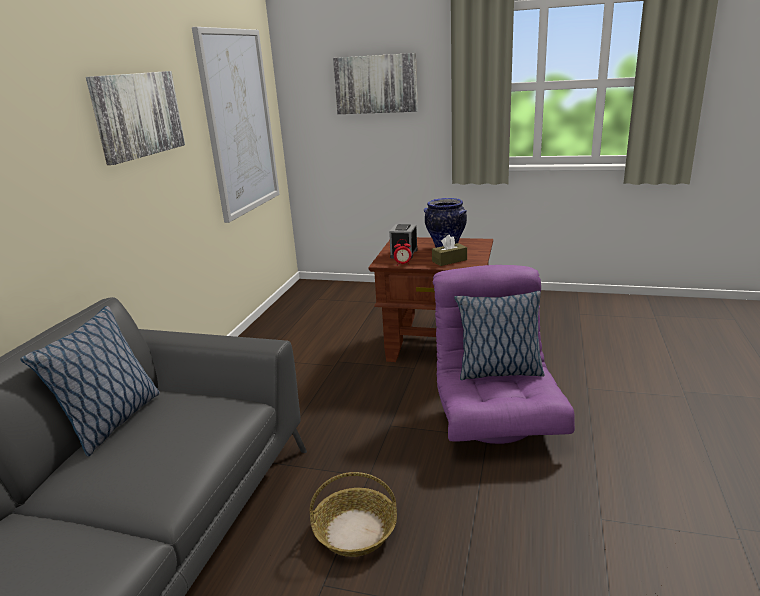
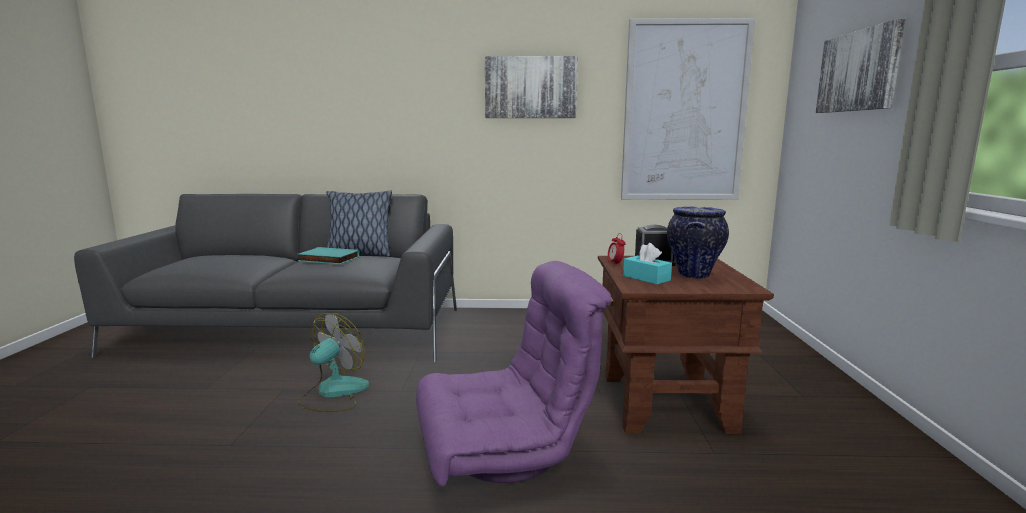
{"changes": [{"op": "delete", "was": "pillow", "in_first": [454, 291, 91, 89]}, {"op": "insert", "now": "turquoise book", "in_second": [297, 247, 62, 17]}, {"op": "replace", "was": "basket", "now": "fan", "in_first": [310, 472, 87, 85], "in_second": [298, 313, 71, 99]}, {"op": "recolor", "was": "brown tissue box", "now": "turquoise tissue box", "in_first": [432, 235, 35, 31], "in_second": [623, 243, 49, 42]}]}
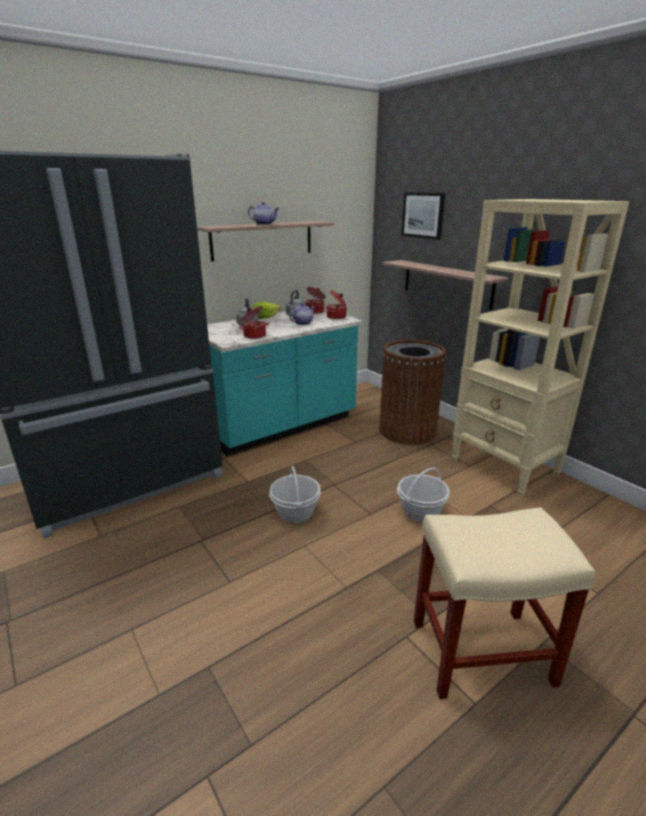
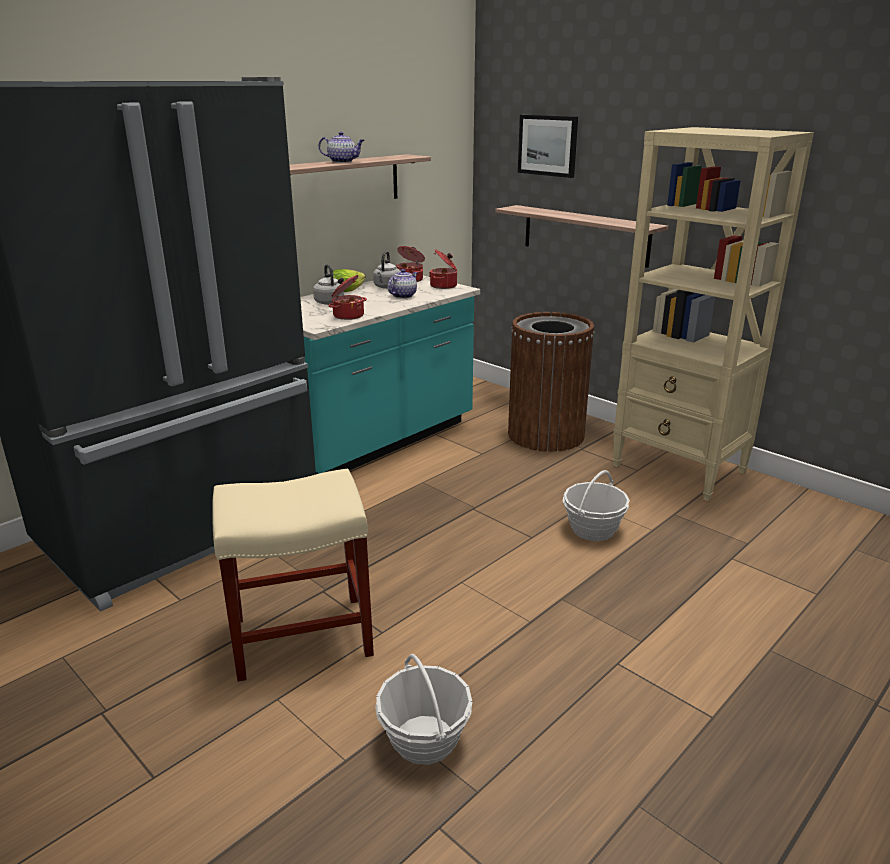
{"changes": [{"op": "move", "was": "basket", "in_first": [269, 466, 51, 57], "in_second": [375, 654, 97, 111]}, {"op": "move", "was": "beige stool", "in_first": [414, 507, 181, 192], "in_second": [212, 469, 162, 213]}]}
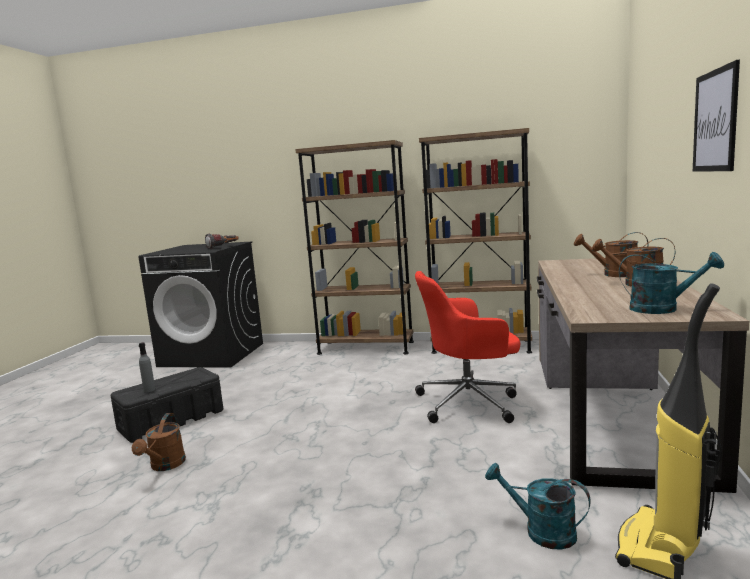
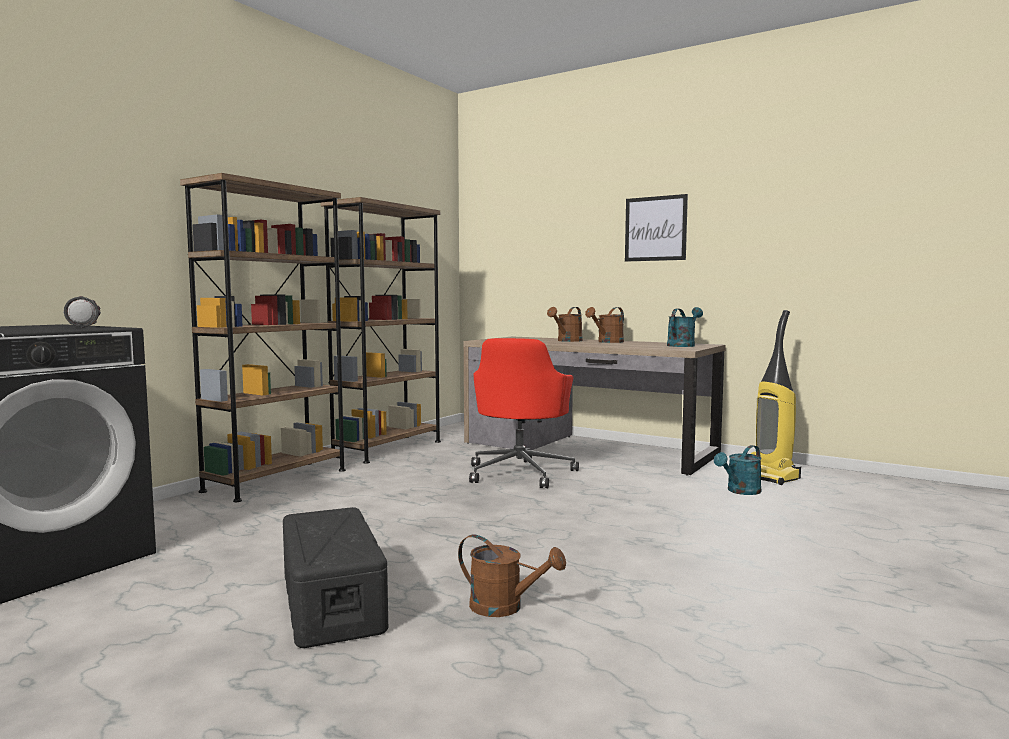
{"changes": [{"op": "delete", "was": "grey bottle", "in_first": [139, 343, 16, 49]}]}
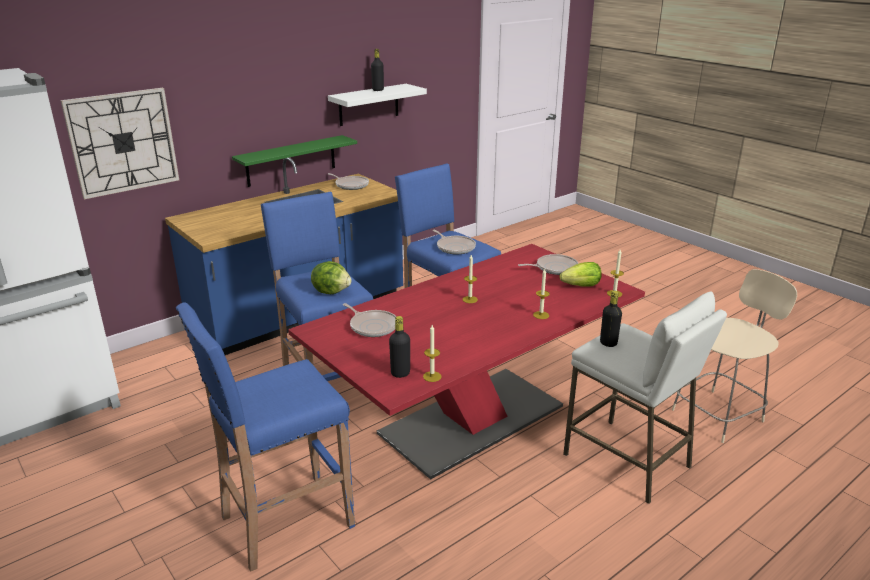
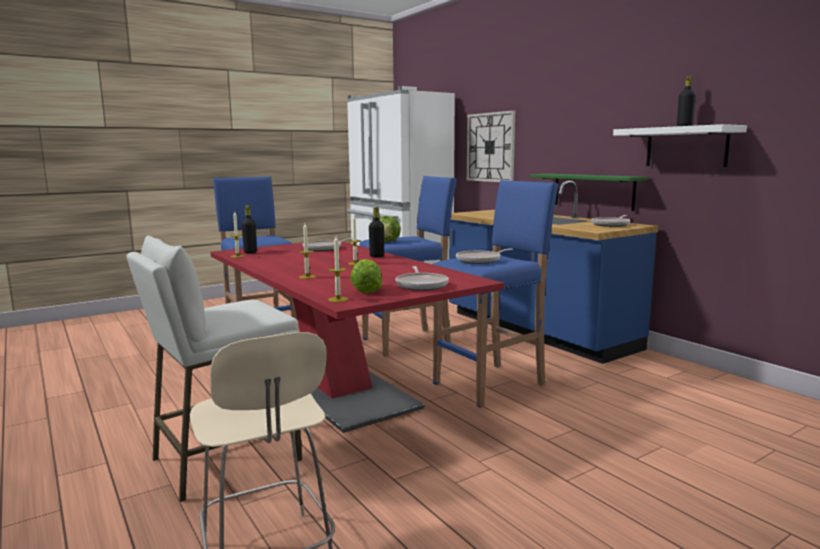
{"changes": [{"op": "move", "was": "black bottle", "in_first": [600, 291, 22, 56], "in_second": [369, 207, 15, 50]}]}
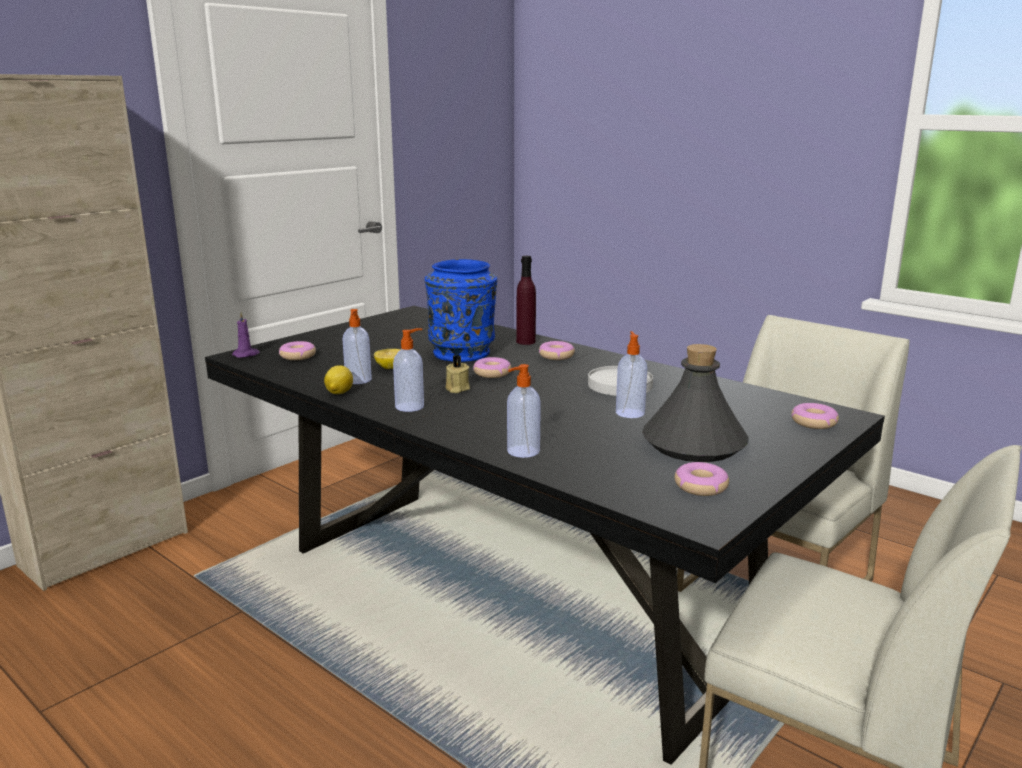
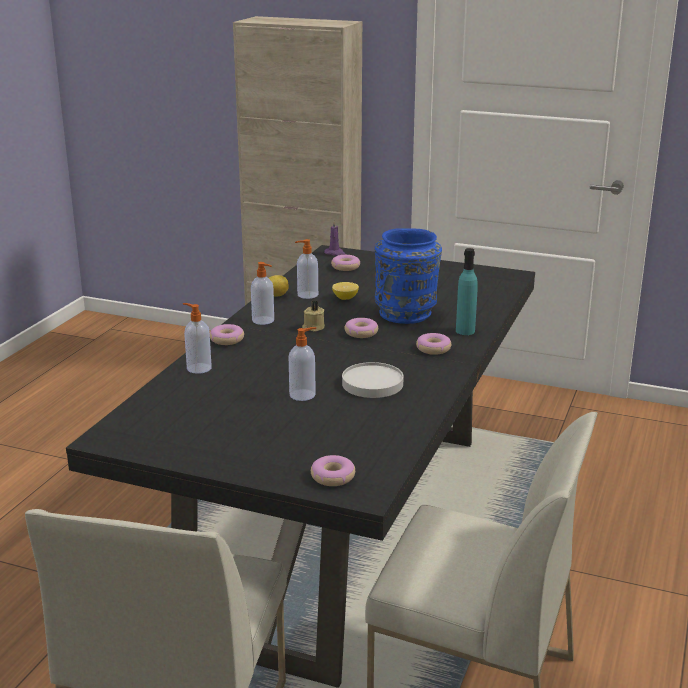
{"changes": [{"op": "delete", "was": "grey bottle", "in_first": [642, 344, 107, 118]}, {"op": "move", "was": "donut", "in_first": [675, 462, 54, 34], "in_second": [210, 324, 34, 21]}, {"op": "recolor", "was": "purple bottle", "now": "turquoise bottle", "in_first": [516, 256, 20, 89], "in_second": [456, 248, 22, 87]}]}
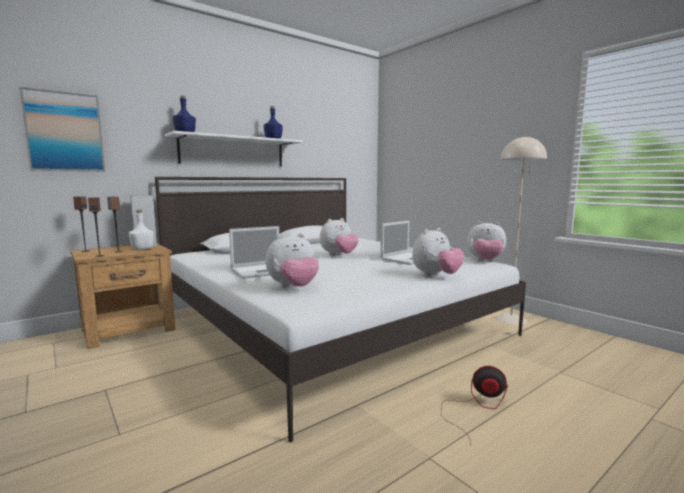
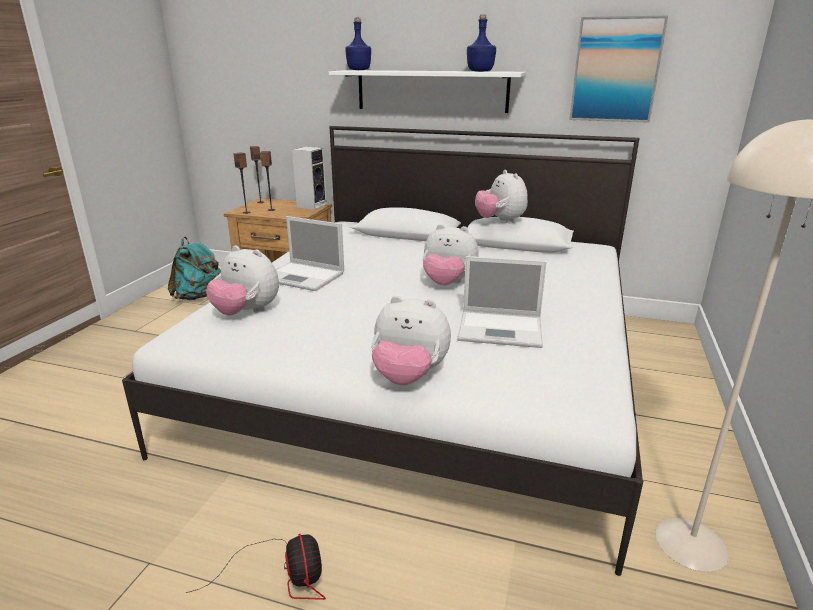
{"changes": [{"op": "delete", "was": "white bottle", "in_first": [129, 210, 25, 40]}, {"op": "insert", "now": "turquoise backpack", "in_second": [168, 237, 53, 63]}, {"op": "move", "was": "picture", "in_first": [19, 87, 86, 84], "in_second": [569, 16, 99, 107]}, {"op": "move", "was": "plush toy", "in_first": [467, 221, 39, 40], "in_second": [475, 170, 53, 53]}]}
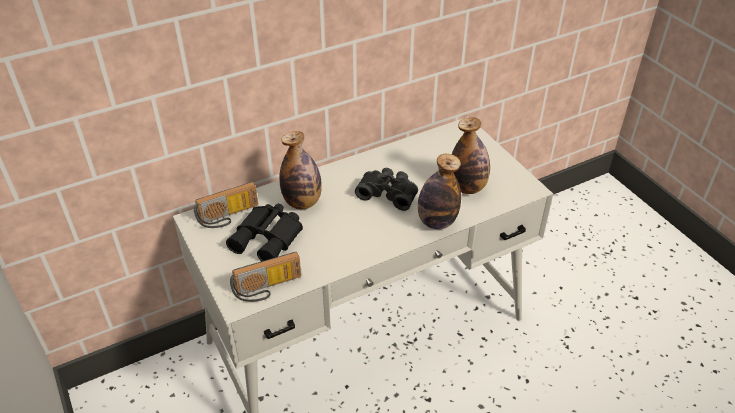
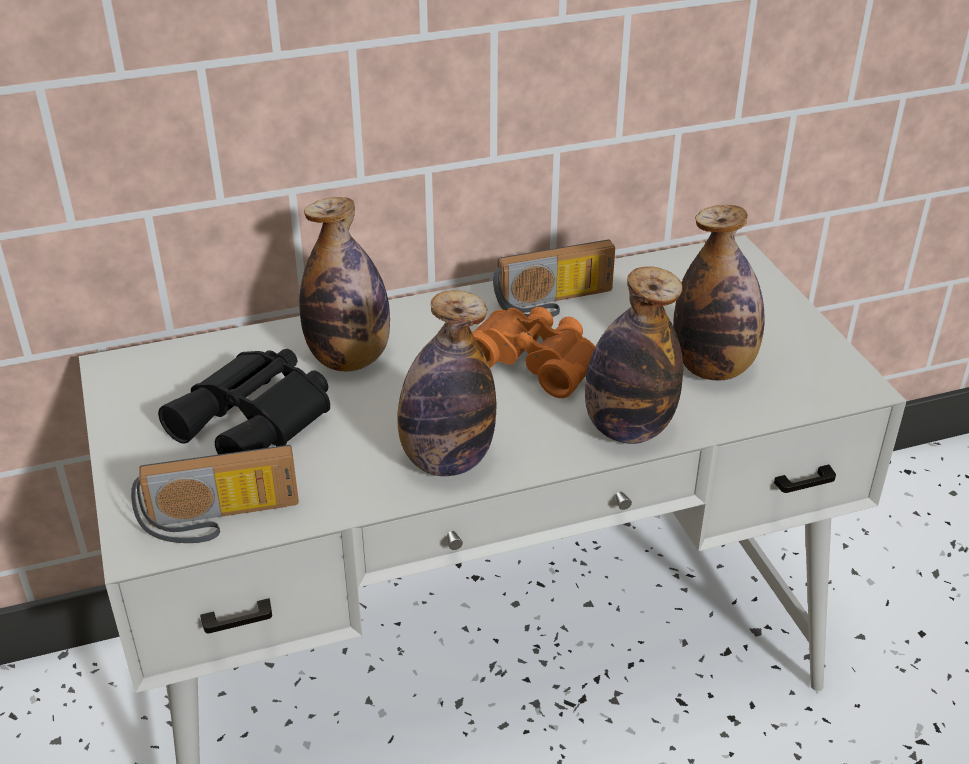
{"changes": [{"op": "insert", "now": "bottle", "in_second": [397, 290, 99, 186]}, {"op": "move", "was": "radio", "in_first": [194, 182, 64, 46], "in_second": [493, 240, 122, 77]}, {"op": "recolor", "was": "black binoculars", "now": "orange binoculars", "in_first": [355, 168, 63, 43], "in_second": [472, 307, 123, 91]}]}
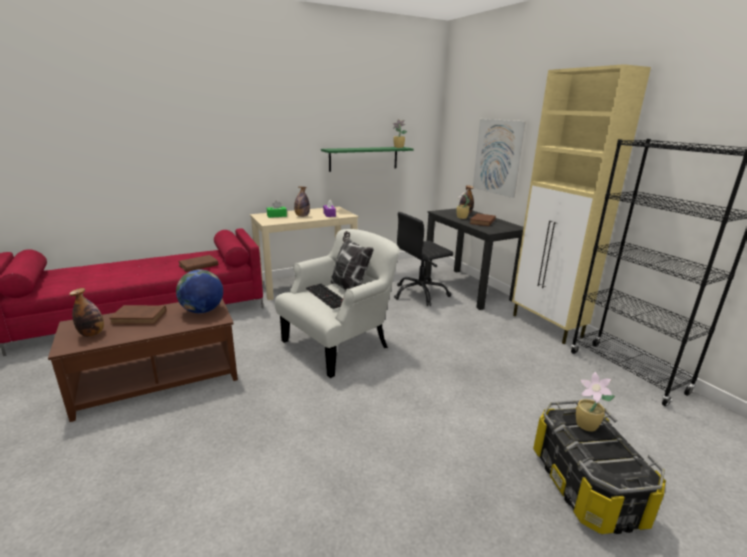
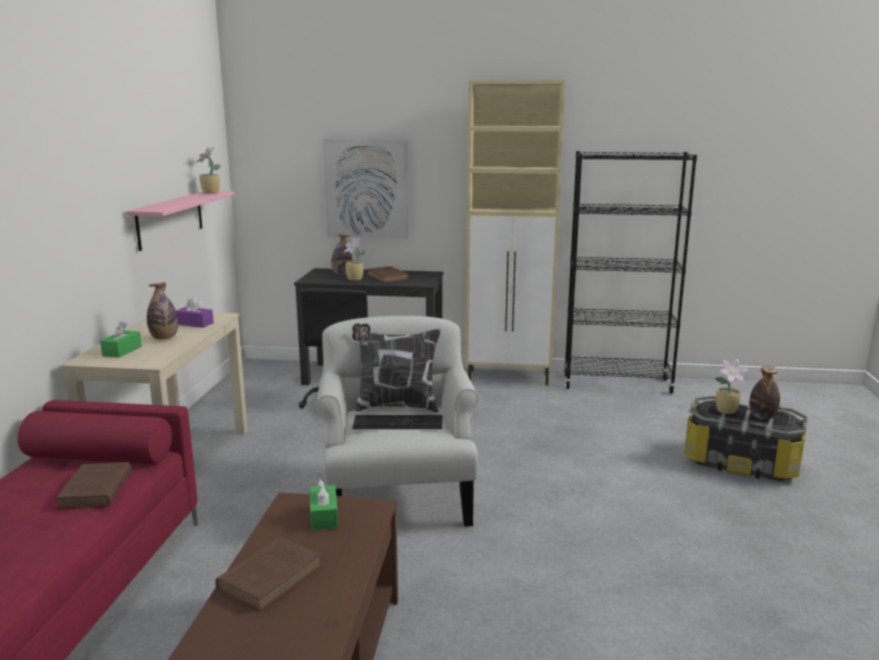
{"changes": [{"op": "move", "was": "bottle", "in_first": [69, 288, 35, 49], "in_second": [749, 365, 31, 55]}, {"op": "replace", "was": "globe", "now": "green tissue box", "in_first": [176, 270, 47, 43], "in_second": [310, 479, 28, 51]}, {"op": "recolor", "was": "green shelf", "now": "pink shelf", "in_first": [321, 147, 93, 25], "in_second": [126, 191, 108, 60]}]}
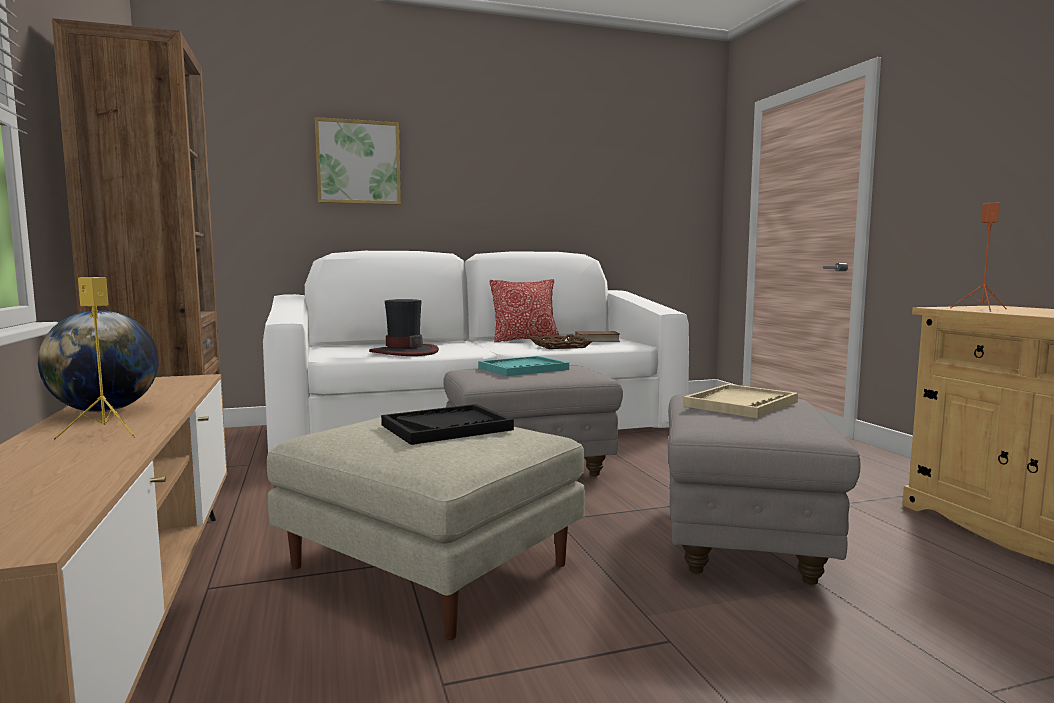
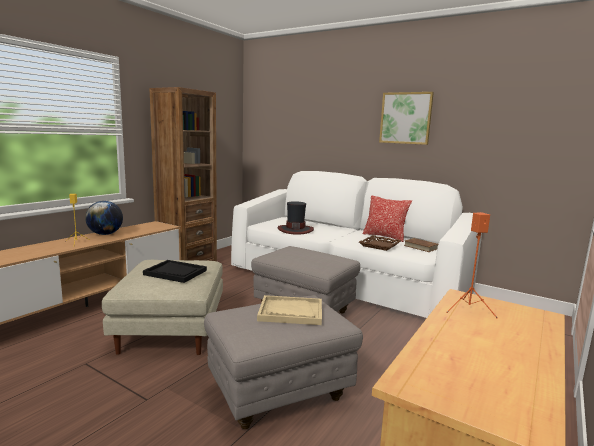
{"changes": [{"op": "delete", "was": "turquoise tray", "in_first": [478, 356, 91, 20]}, {"op": "move", "was": "picture", "in_first": [315, 117, 86, 88], "in_second": [379, 92, 55, 53]}]}
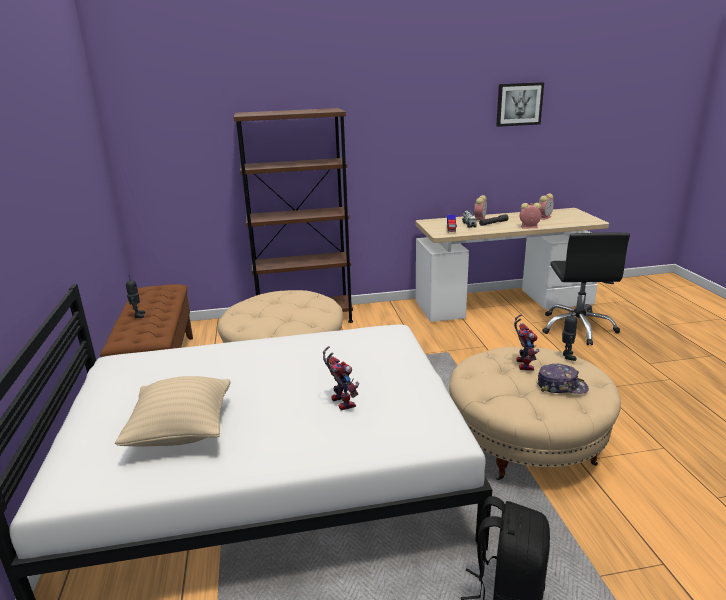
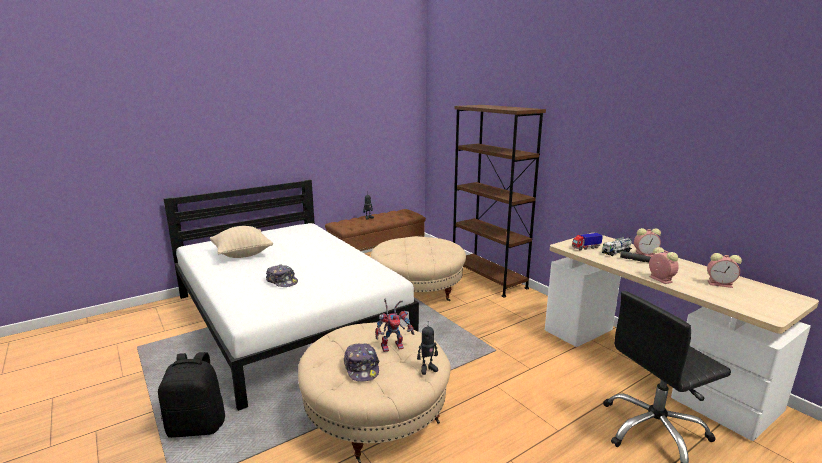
{"changes": [{"op": "delete", "was": "picture", "in_first": [496, 82, 48, 45]}, {"op": "replace", "was": "toy robot", "now": "cap", "in_first": [323, 346, 36, 64], "in_second": [266, 265, 32, 22]}]}
